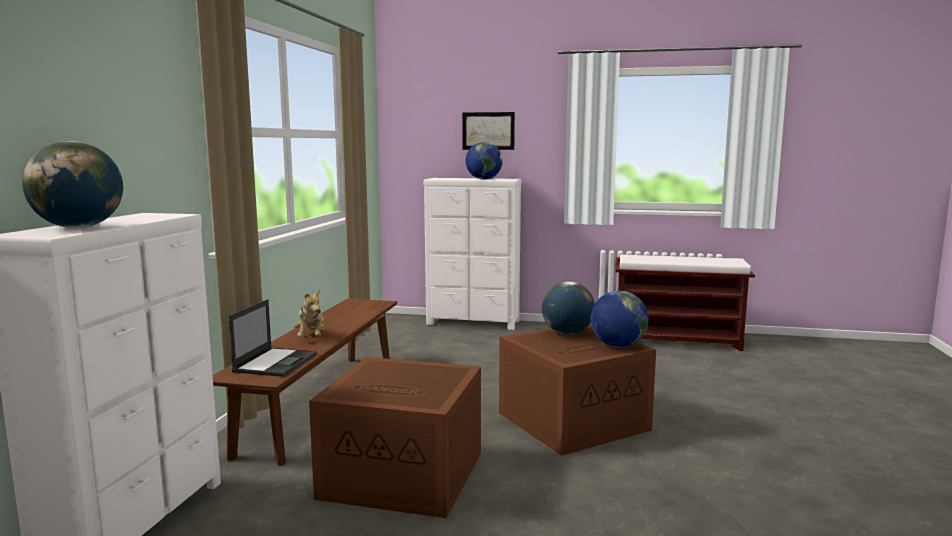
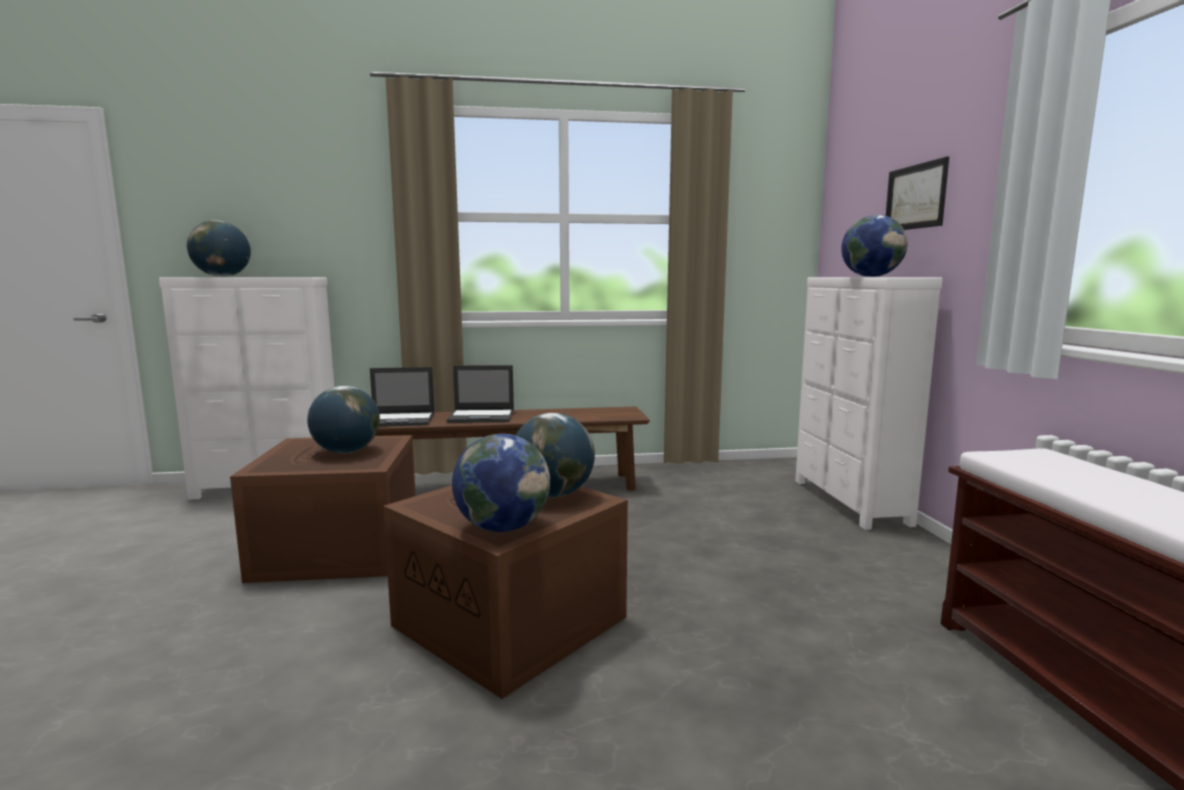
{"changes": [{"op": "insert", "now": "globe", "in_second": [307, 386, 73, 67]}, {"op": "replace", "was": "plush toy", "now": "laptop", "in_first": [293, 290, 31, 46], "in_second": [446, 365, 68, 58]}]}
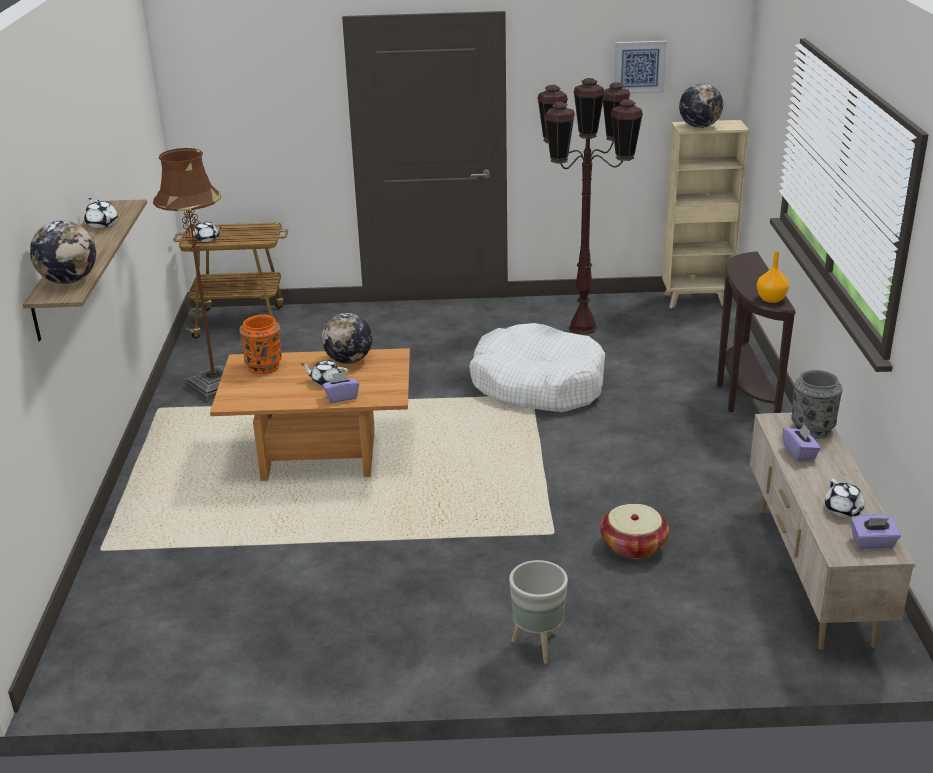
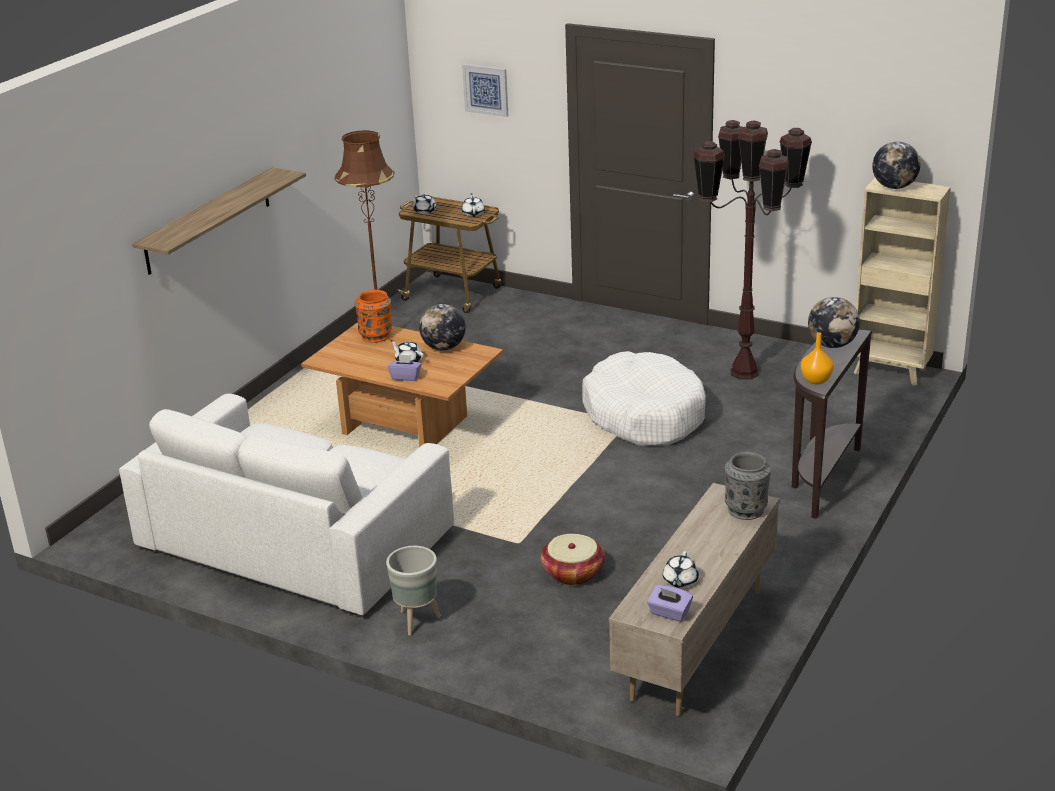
{"changes": [{"op": "delete", "was": "purple tissue box", "in_first": [783, 424, 38, 38]}, {"op": "insert", "now": "white sofa", "in_second": [119, 394, 335, 221]}, {"op": "move", "was": "globe", "in_first": [30, 220, 66, 64], "in_second": [808, 297, 52, 51]}, {"op": "move", "was": "white teapot", "in_first": [84, 198, 34, 30], "in_second": [462, 193, 23, 24]}, {"op": "move", "was": "picture", "in_first": [614, 41, 53, 53], "in_second": [462, 64, 46, 53]}]}
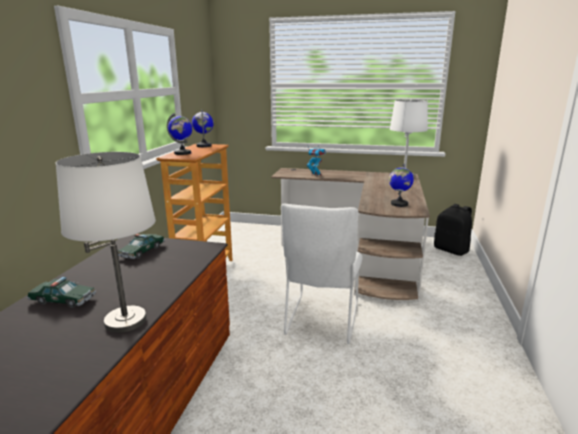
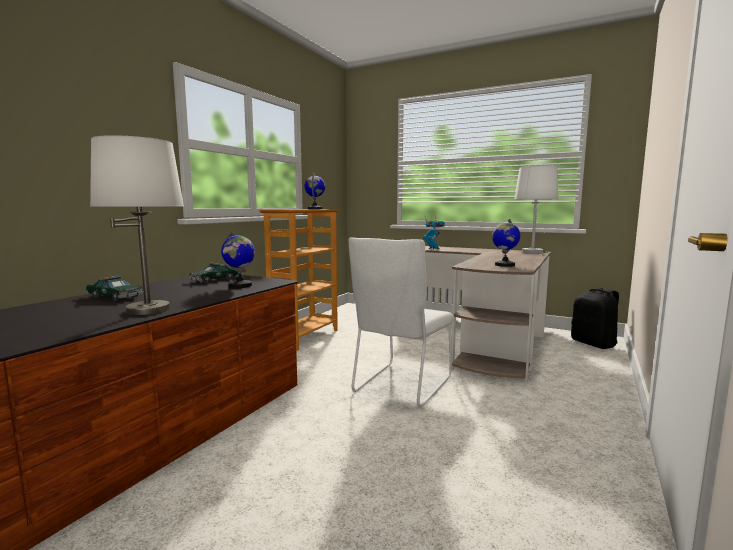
{"changes": [{"op": "move", "was": "globe", "in_first": [167, 113, 25, 42], "in_second": [221, 231, 34, 57]}]}
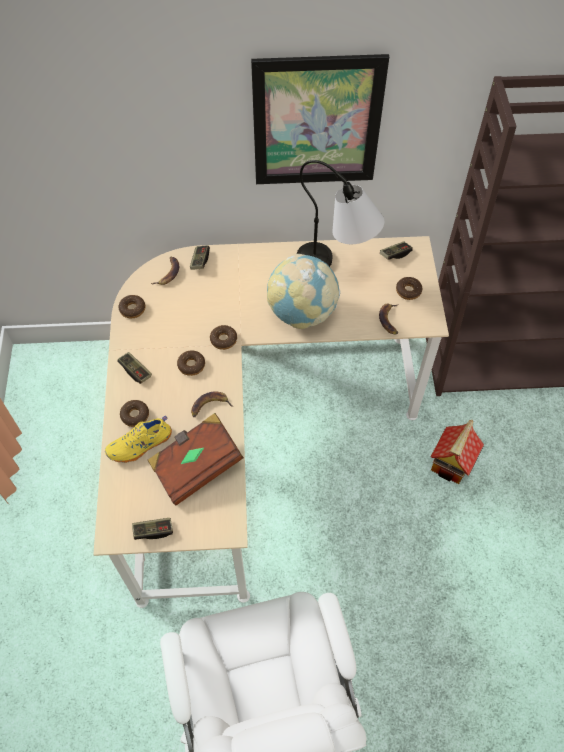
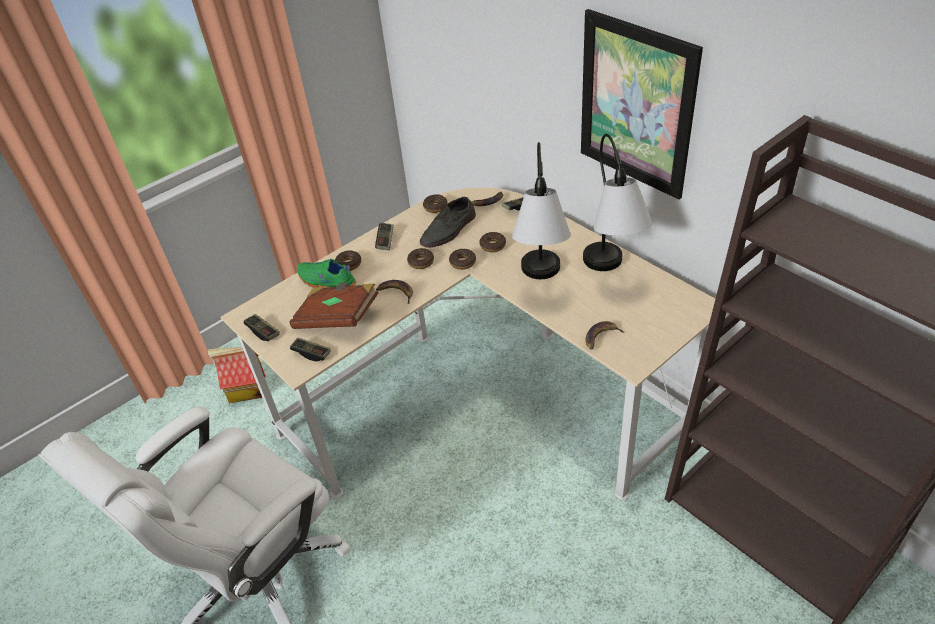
{"changes": [{"op": "insert", "now": "grey shoe", "in_second": [420, 197, 56, 51]}, {"op": "move", "was": "game controller", "in_first": [380, 241, 33, 19], "in_second": [290, 338, 41, 23]}, {"op": "move", "was": "donut", "in_first": [396, 277, 26, 23], "in_second": [479, 232, 27, 20]}, {"op": "move", "was": "toy house", "in_first": [431, 420, 53, 64], "in_second": [207, 347, 58, 56]}, {"op": "replace", "was": "globe", "now": "table lamp", "in_first": [267, 254, 74, 75], "in_second": [512, 142, 59, 137]}, {"op": "recolor", "was": "yellow shoe", "now": "green shoe", "in_first": [105, 416, 67, 47], "in_second": [297, 259, 59, 29]}]}
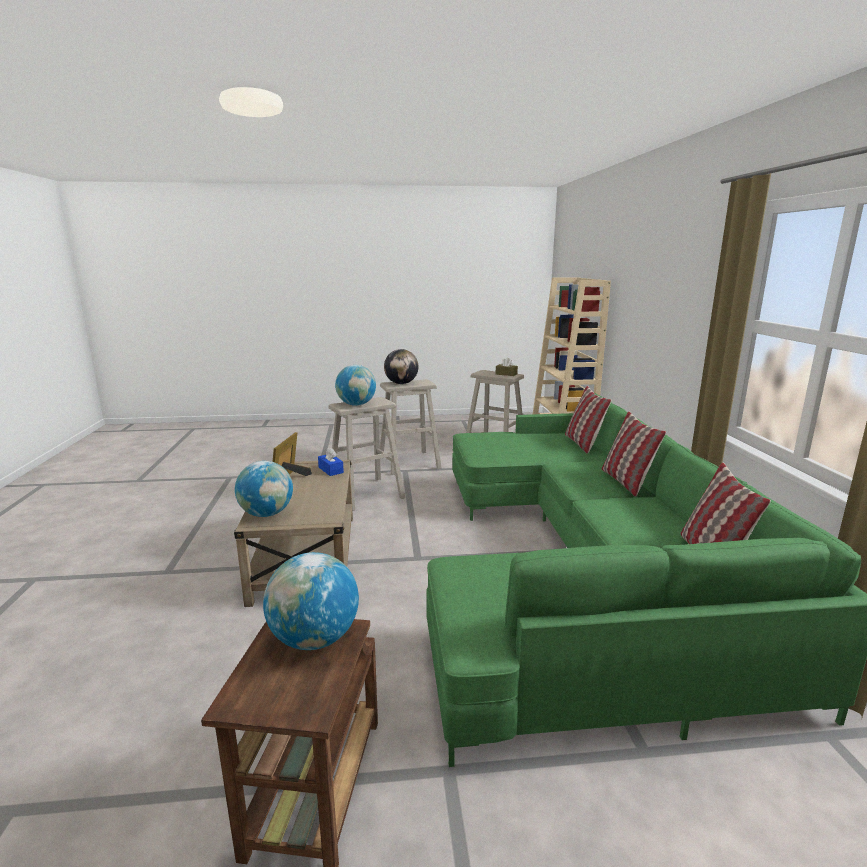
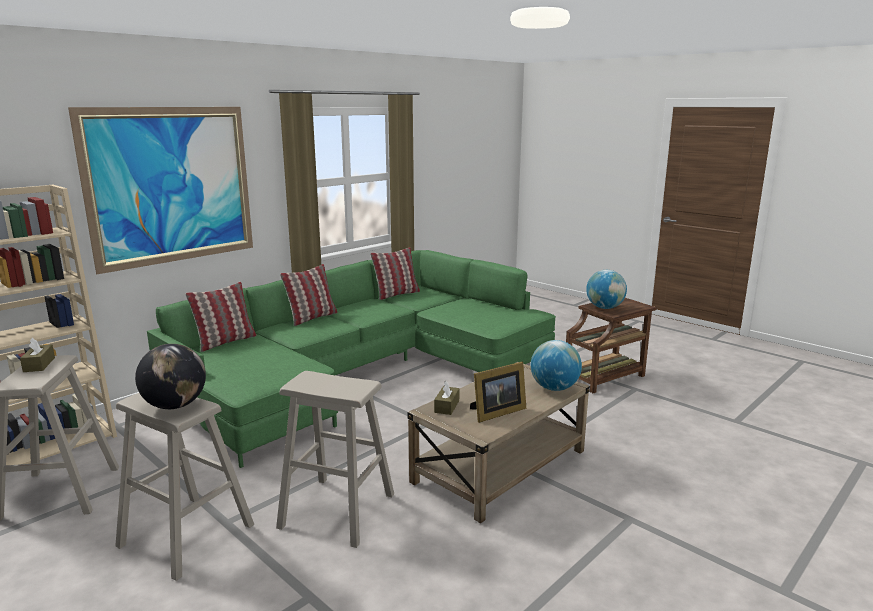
{"changes": [{"op": "delete", "was": "globe", "in_first": [335, 365, 41, 41]}, {"op": "insert", "now": "picture", "in_second": [68, 107, 185, 167]}, {"op": "recolor", "was": "blue tissue box", "now": "brown tissue box", "in_first": [318, 447, 26, 29], "in_second": [434, 381, 25, 34]}]}
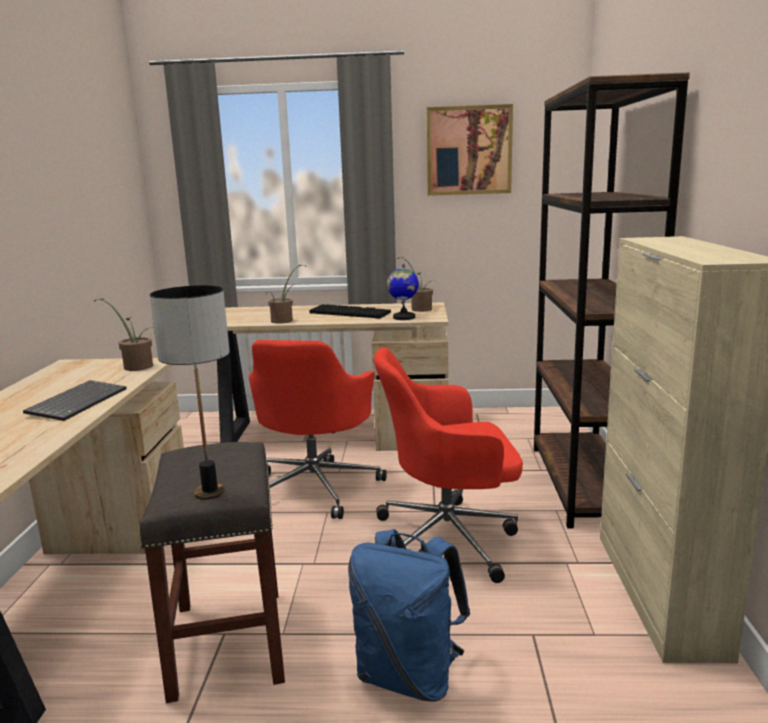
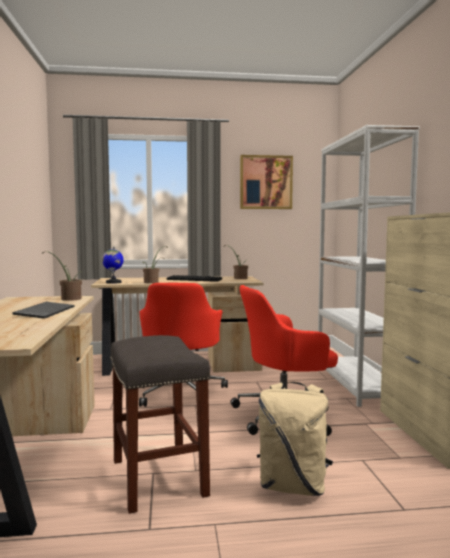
{"changes": [{"op": "delete", "was": "table lamp", "in_first": [150, 285, 80, 215]}, {"op": "move", "was": "globe", "in_first": [387, 263, 32, 57], "in_second": [102, 247, 22, 37]}, {"op": "recolor", "was": "blue backpack", "now": "beige backpack", "in_first": [348, 529, 122, 173], "in_second": [257, 382, 76, 114]}, {"op": "recolor", "was": "brown bookcase", "now": "white bookcase", "in_first": [534, 72, 156, 456], "in_second": [318, 125, 102, 282]}]}
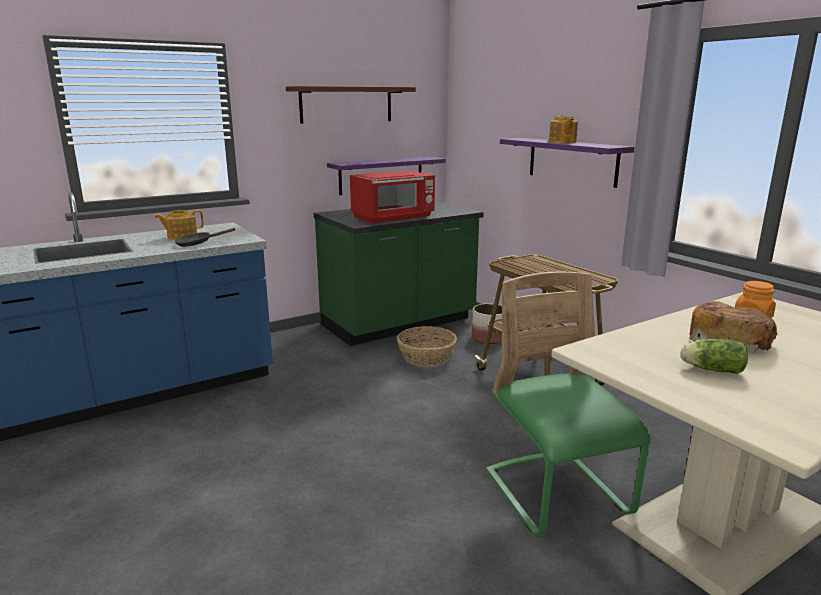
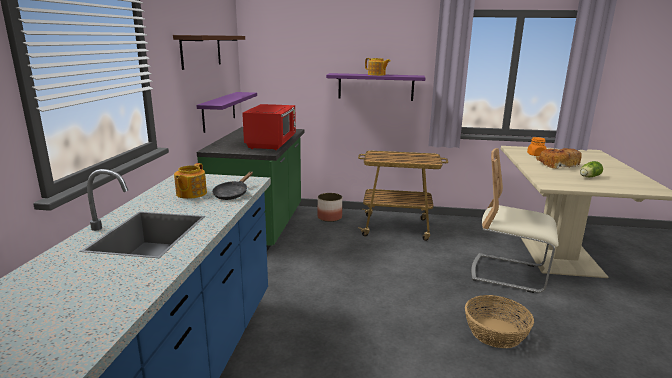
{"changes": [{"op": "move", "was": "basket", "in_first": [397, 326, 60, 41], "in_second": [465, 295, 69, 53]}, {"op": "recolor", "was": "green chair", "now": "beige chair", "in_first": [486, 272, 165, 264], "in_second": [471, 148, 87, 145]}]}
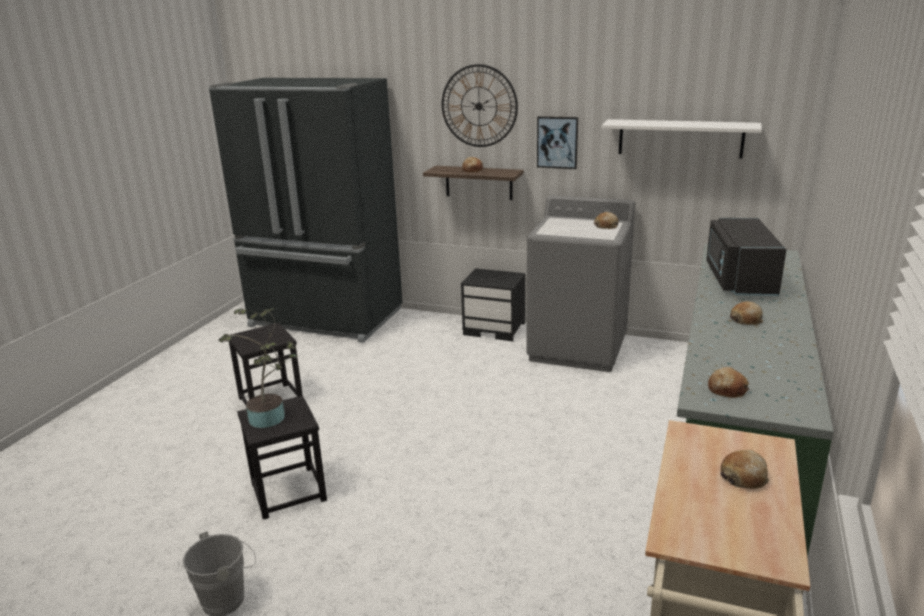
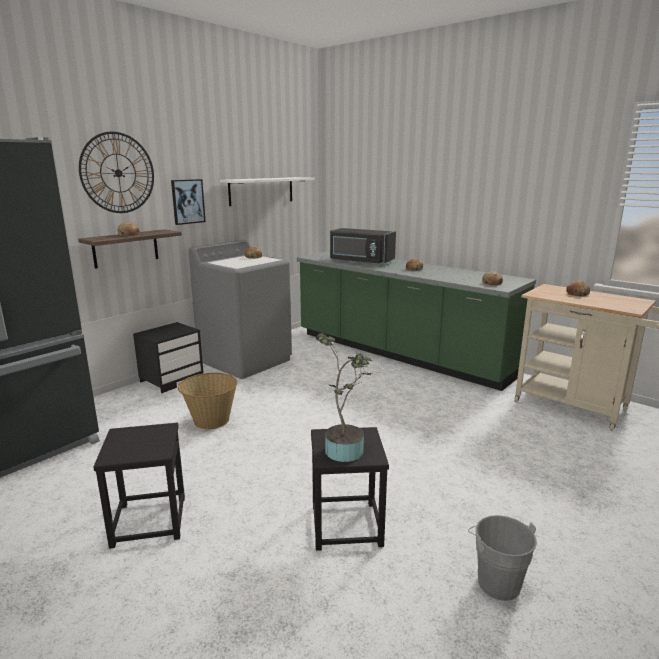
{"changes": [{"op": "insert", "now": "basket", "in_second": [178, 373, 60, 56]}]}
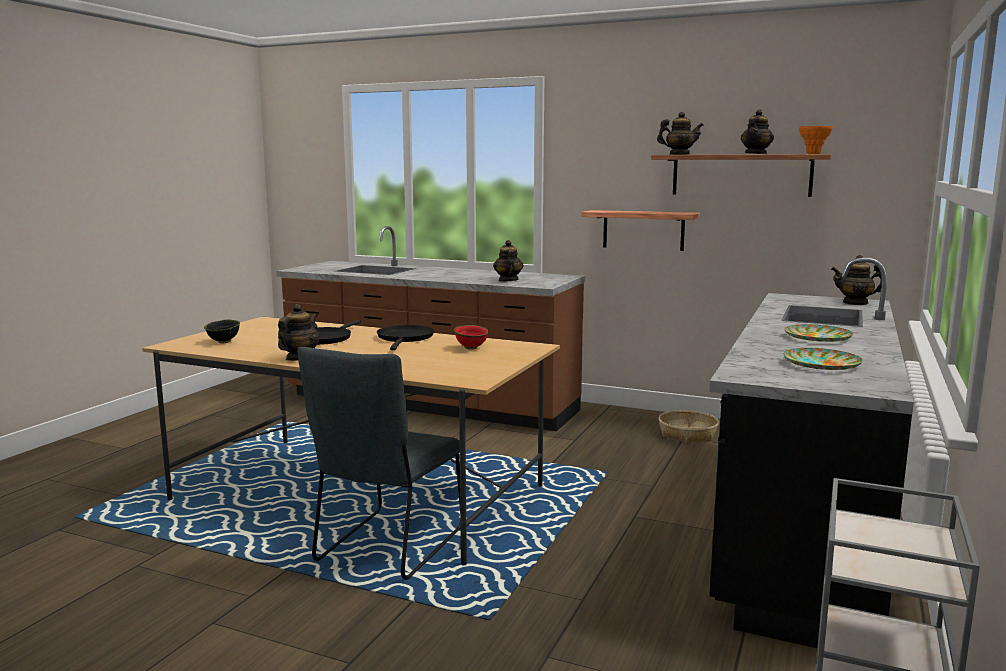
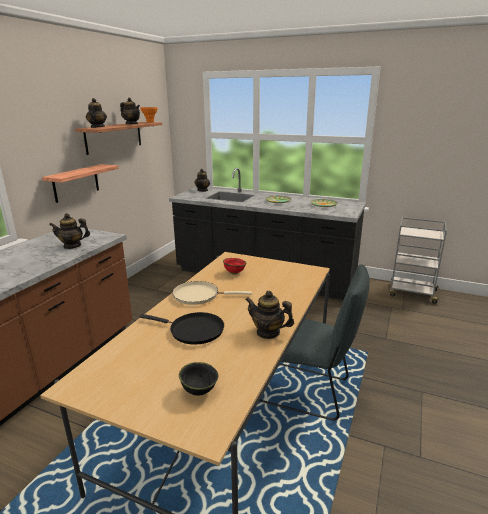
{"changes": [{"op": "delete", "was": "basket", "in_first": [658, 410, 61, 34]}, {"op": "recolor", "was": "black frying pan", "now": "beige frying pan", "in_first": [377, 325, 57, 25], "in_second": [172, 281, 80, 24]}]}
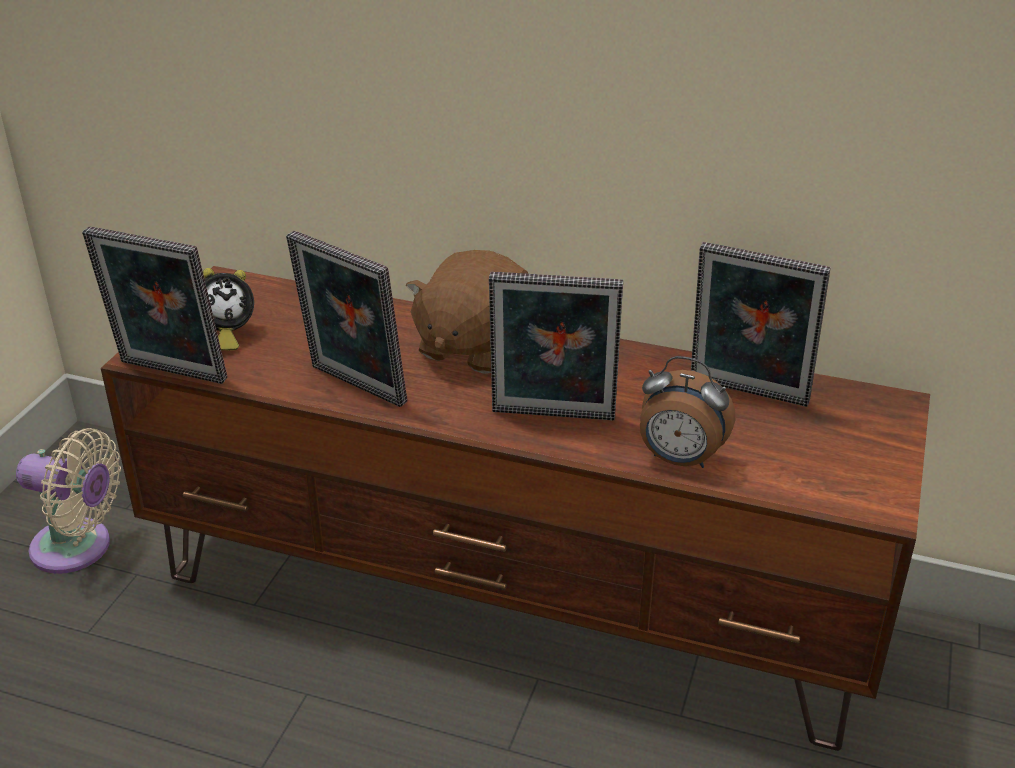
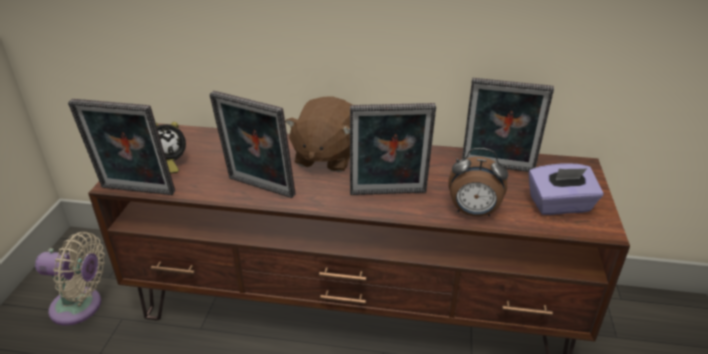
{"changes": [{"op": "insert", "now": "purple tissue box", "in_second": [529, 163, 75, 52]}]}
